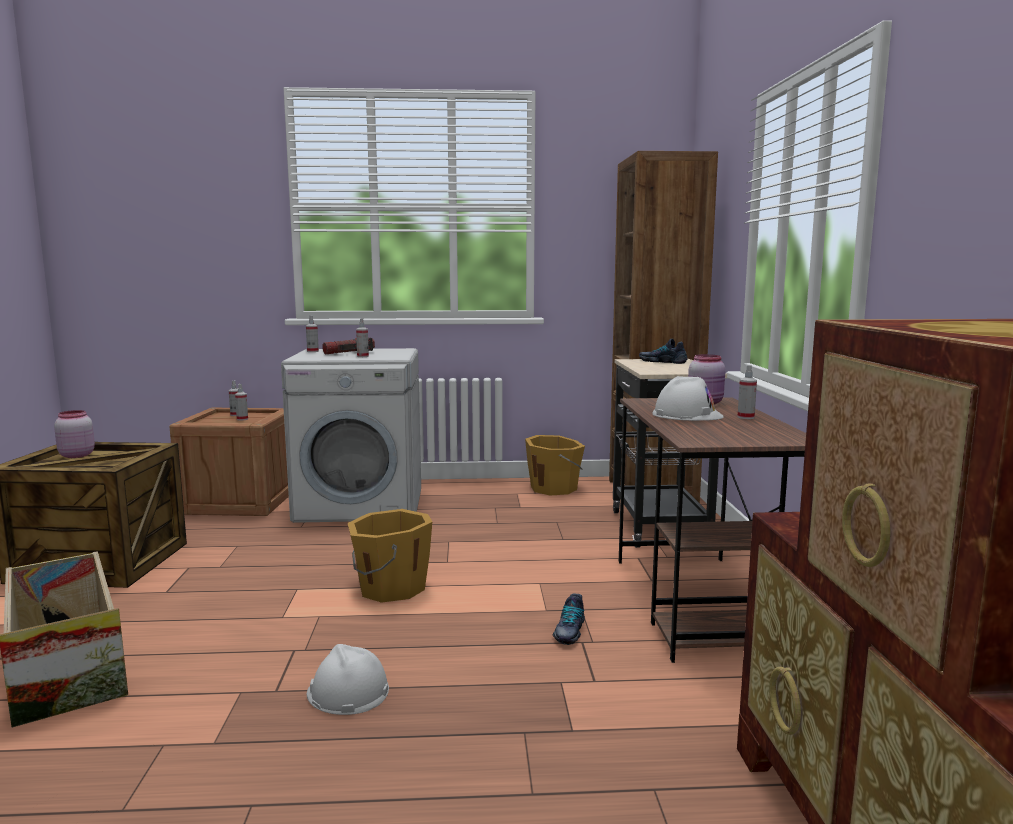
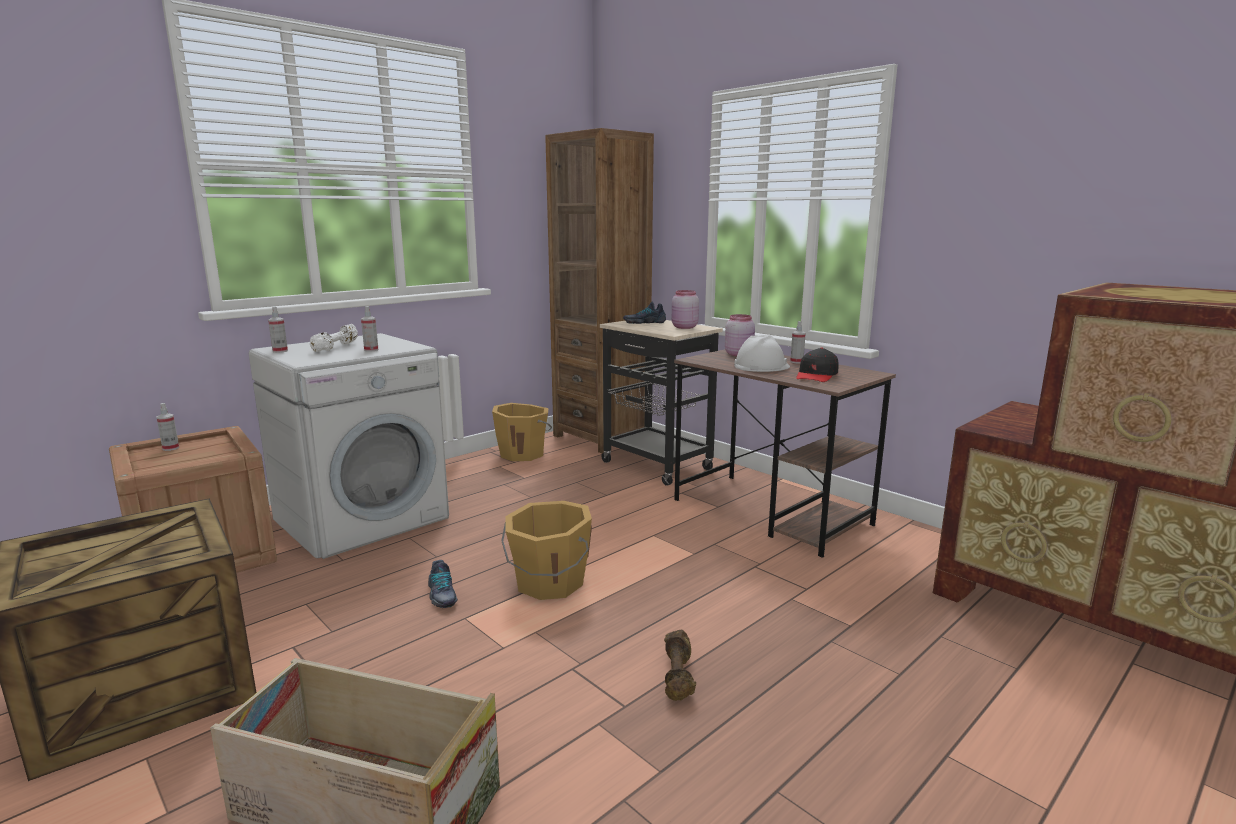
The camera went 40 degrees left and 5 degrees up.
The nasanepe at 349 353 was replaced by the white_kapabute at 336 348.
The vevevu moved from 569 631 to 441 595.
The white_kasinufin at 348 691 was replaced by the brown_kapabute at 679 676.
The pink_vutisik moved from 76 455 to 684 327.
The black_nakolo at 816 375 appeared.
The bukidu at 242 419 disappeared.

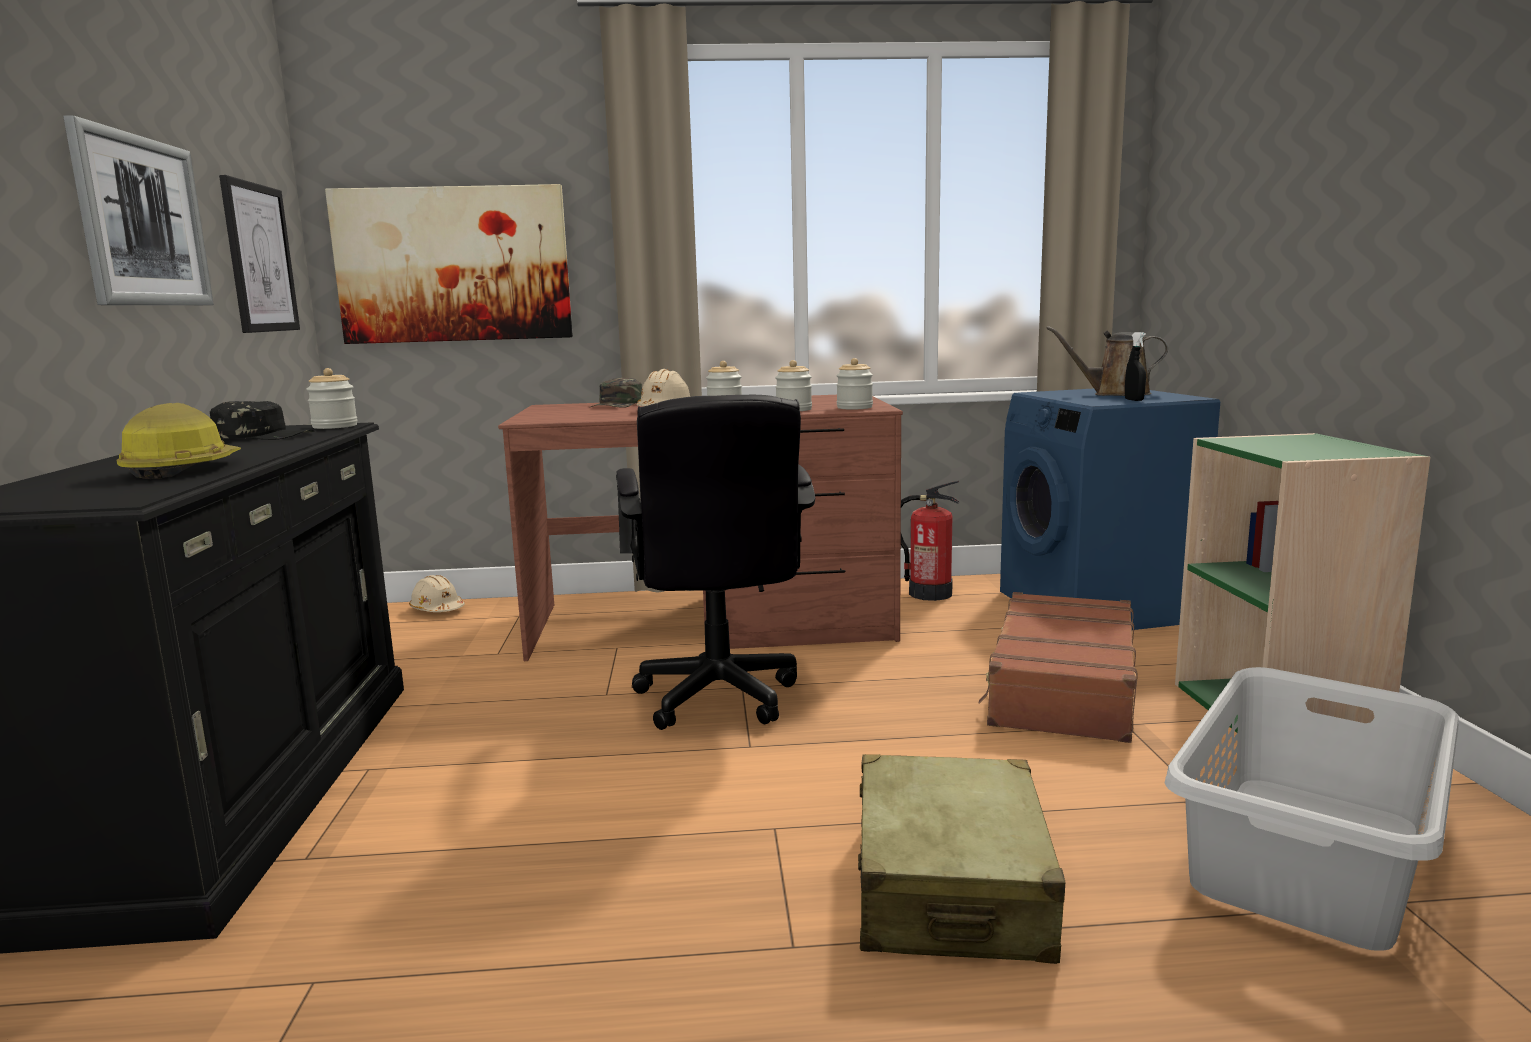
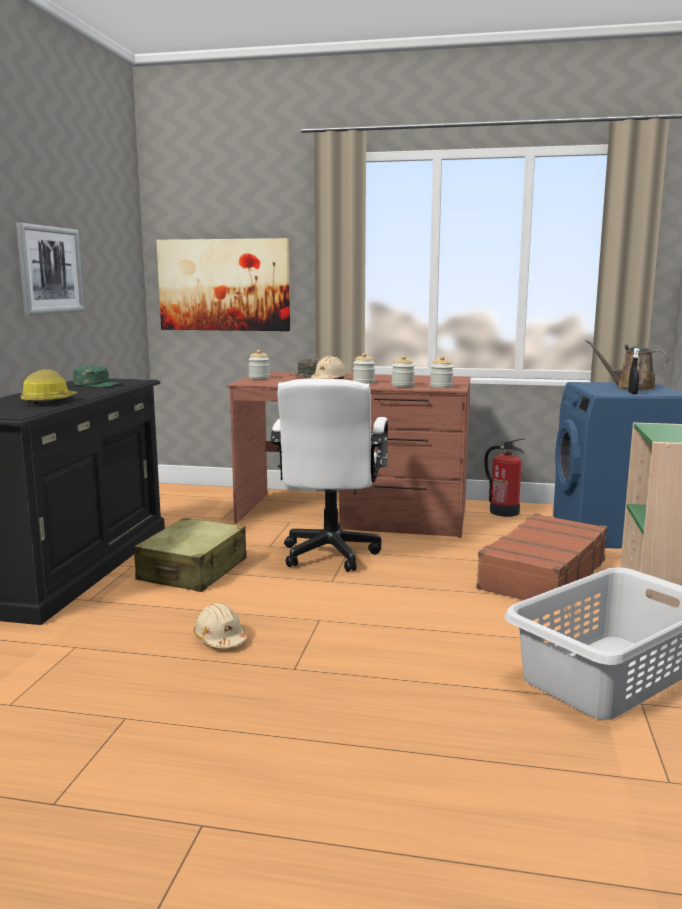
The camera went 15 degrees right and 0 degrees up.
The black_nakolo at 264 436 became the green_nakolo at 98 384.
The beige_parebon moved from 950 888 to 193 570.
The beige_kasinufin moved from 437 609 to 220 639.
The vutisik moved from 335 426 to 259 378.
The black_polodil at 720 702 became the white_polodil at 330 557.
The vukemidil at 259 258 disappeared.

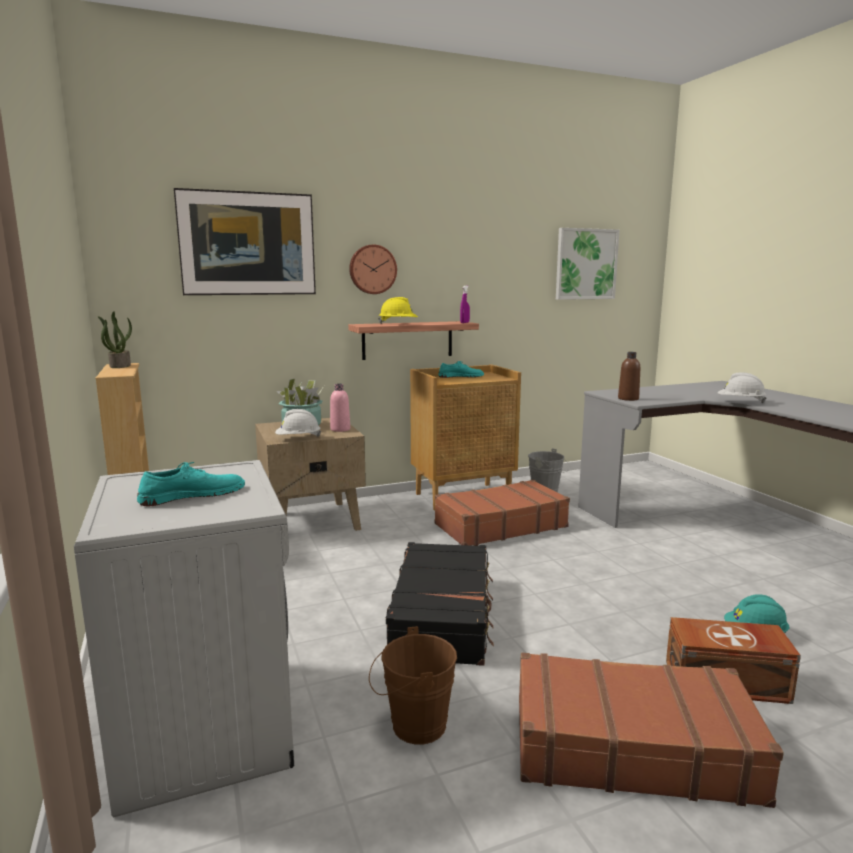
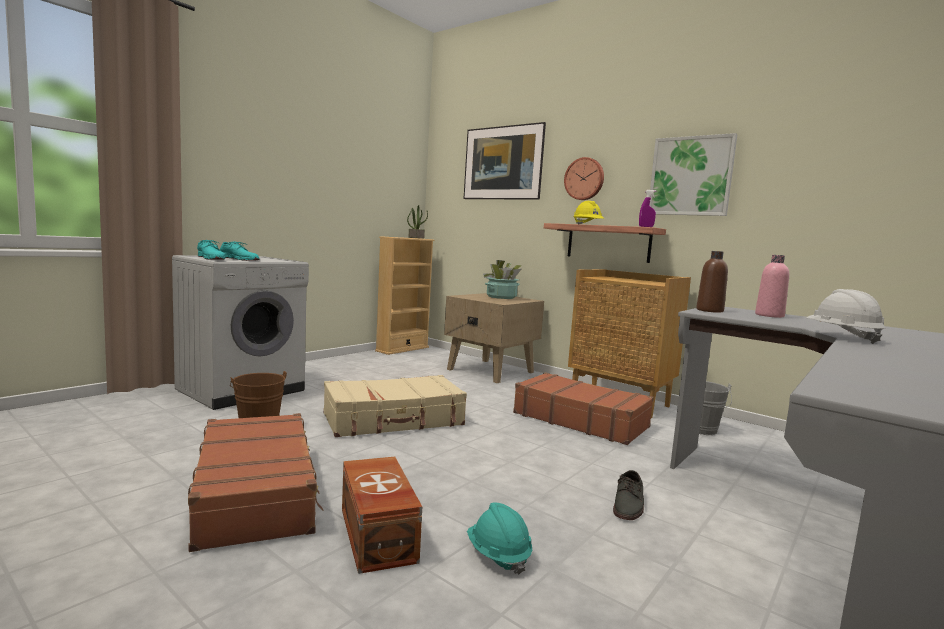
The camera went 60 degrees right and 5 degrees down.
The turquoise_vevevu moved from 461 376 to 211 258.
The black_parebon at 443 616 became the beige_parebon at 394 420.
The grey_vevevu at 629 504 appeared.
The vukemidil moved from 586 264 to 691 176.
The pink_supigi moved from 340 429 to 769 315.
The white_kasinufin at 298 439 disappeared.

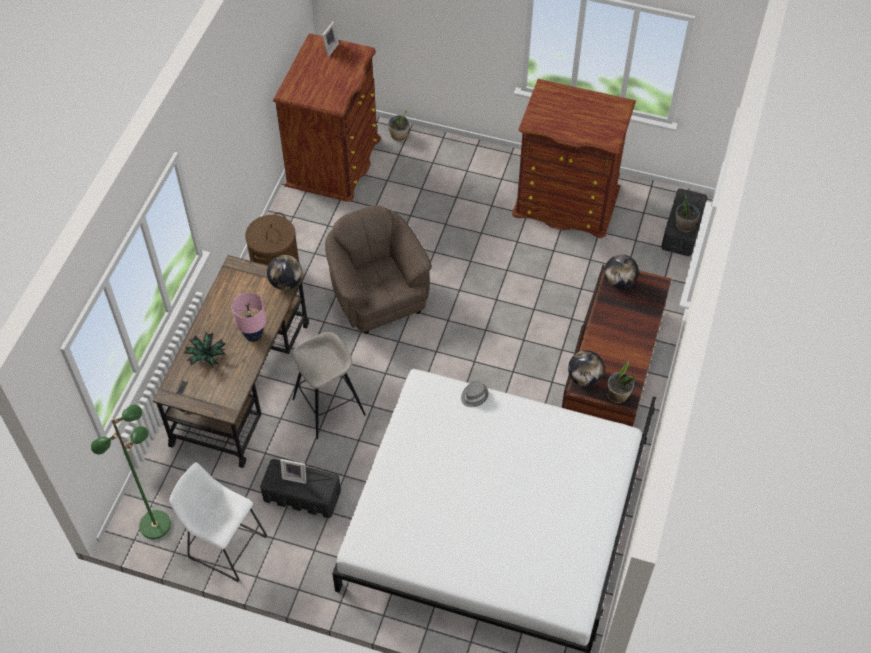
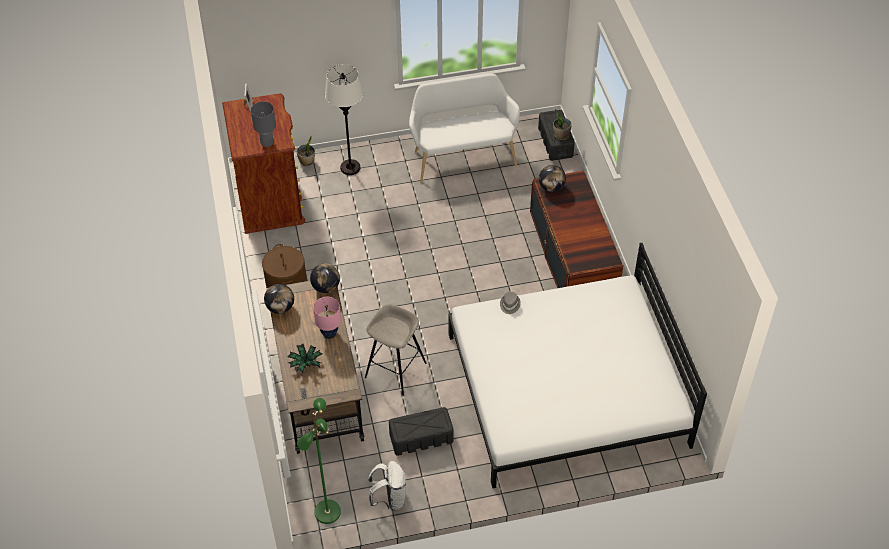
The camera went 30 degrees left and 5 degrees down.
The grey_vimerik at 267 144 appeared.
The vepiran moved from 584 378 to 280 308.
The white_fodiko at 350 167 appeared.
The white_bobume at 224 544 was replaced by the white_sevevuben at 389 499.
The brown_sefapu at 567 201 was replaced by the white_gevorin at 462 156.
The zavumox at 295 476 disappeared.
The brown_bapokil at 378 296 disappeared.
The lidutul at 617 395 disappeared.

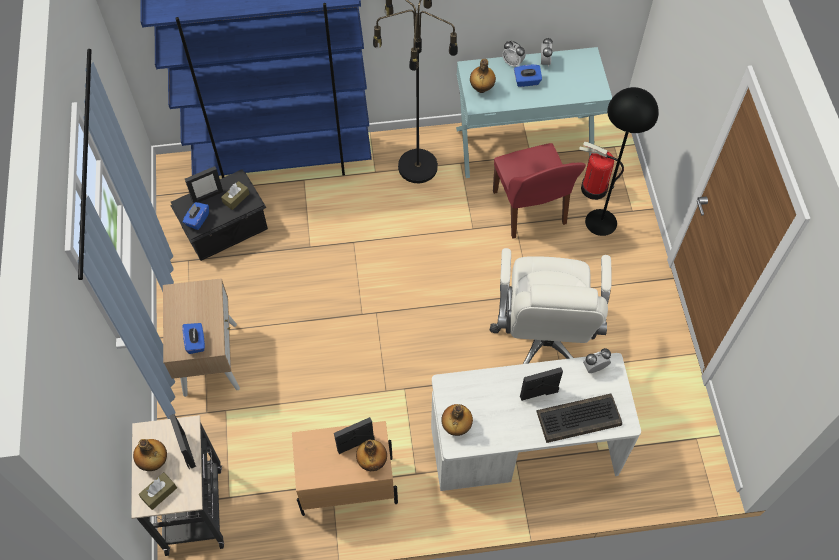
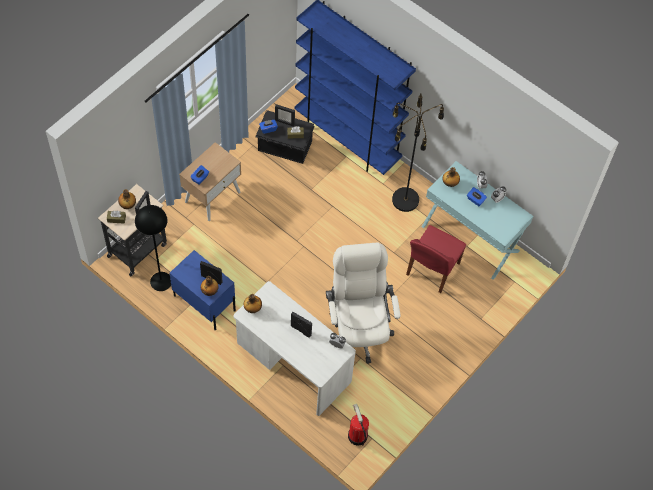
The camera went 45 degrees right and 0 degrees up.
The black_fodiko moved from 601 222 to 161 281.
The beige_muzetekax at 347 486 became the blue_muzetekax at 204 302.
The white_polodil at 542 342 turned 120 degrees clockwise.
The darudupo moved from 593 189 to 357 436.
The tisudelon at 578 419 disappeared.

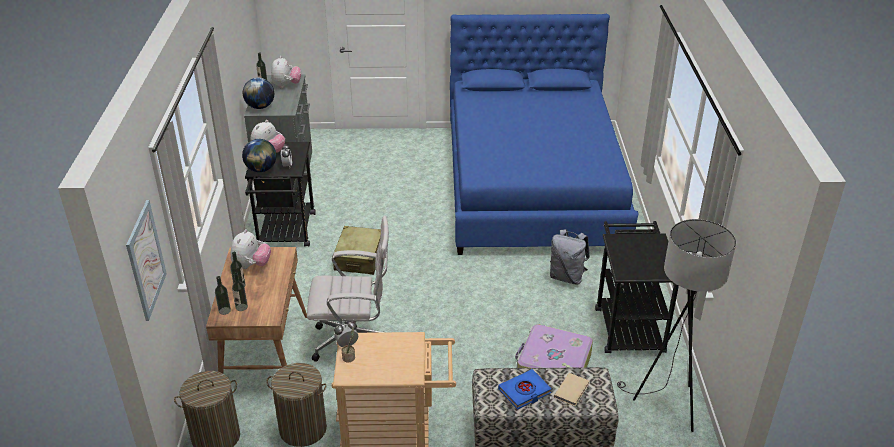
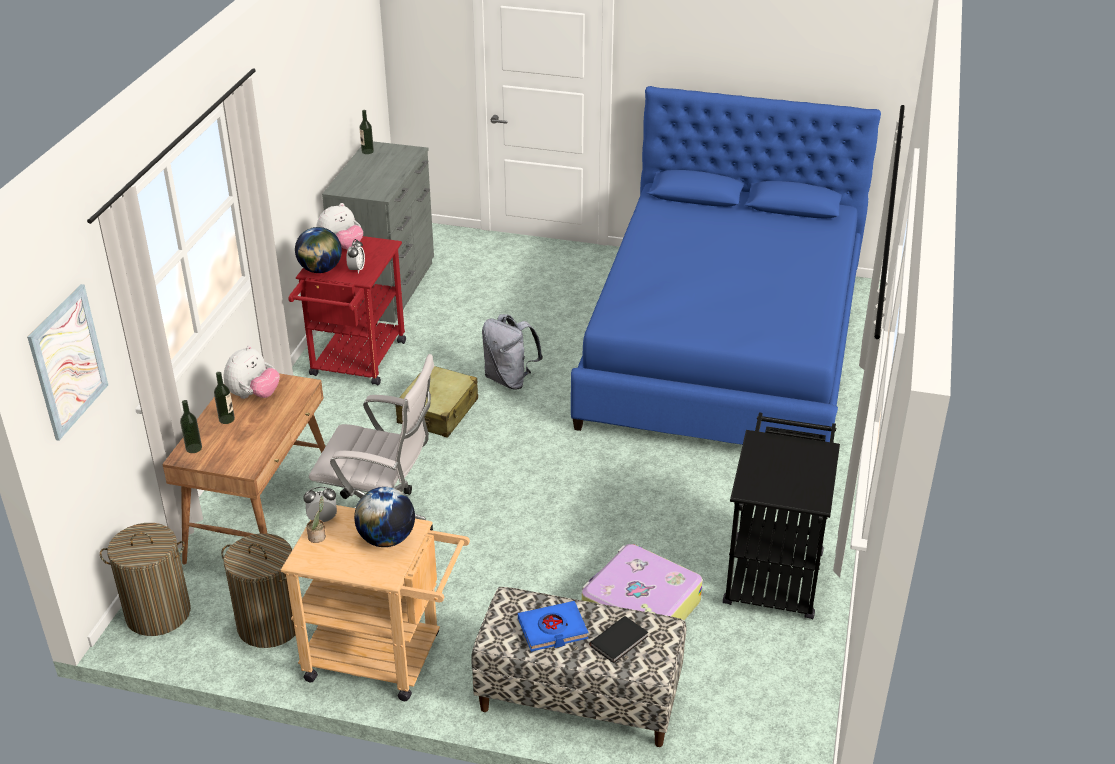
The camera went 15 degrees right and 0 degrees up.
The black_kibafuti at 286 234 became the red_kibafuti at 355 363.
The vepiran moved from 260 107 to 387 539.
The grey_sevevuben moved from 567 277 to 510 379.
The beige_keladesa at 572 390 became the black_keladesa at 620 641.
The supigi at 241 307 disappeared.
The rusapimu at 286 85 disappeared.
The grey_fodiko at 665 405 disappeared.

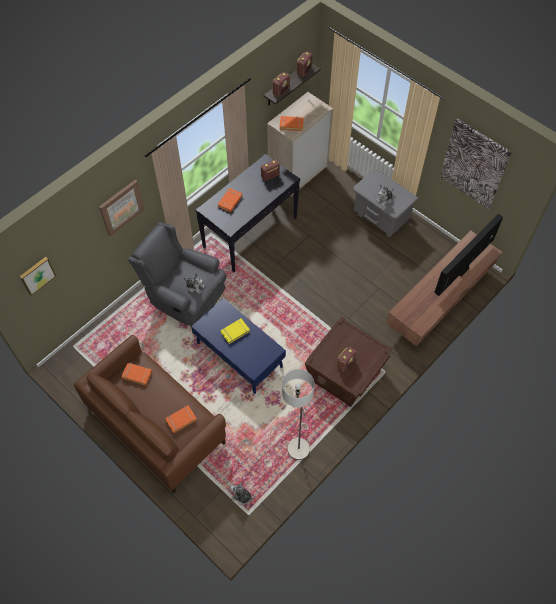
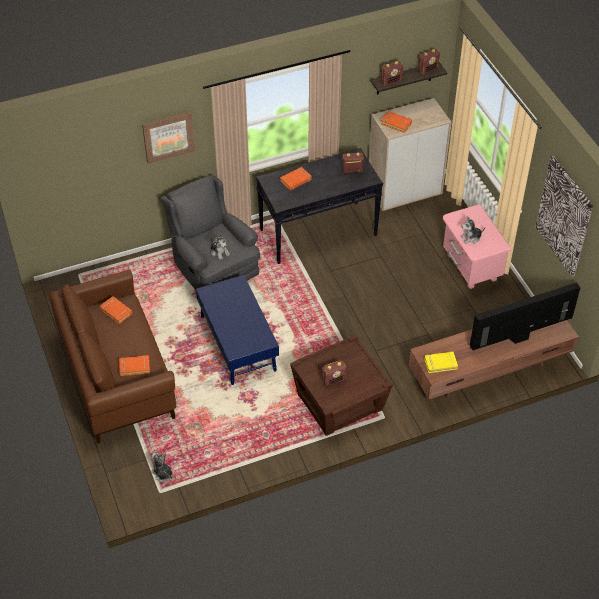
The camera went 25 degrees right and 10 degrees down.
The yellow_keladesa moved from 235 332 to 440 363.
The grey_muzetekax at 379 220 became the pink_muzetekax at 469 268.
The vukemidil at 37 275 disappeared.
The grey_fodiko at 296 443 disappeared.

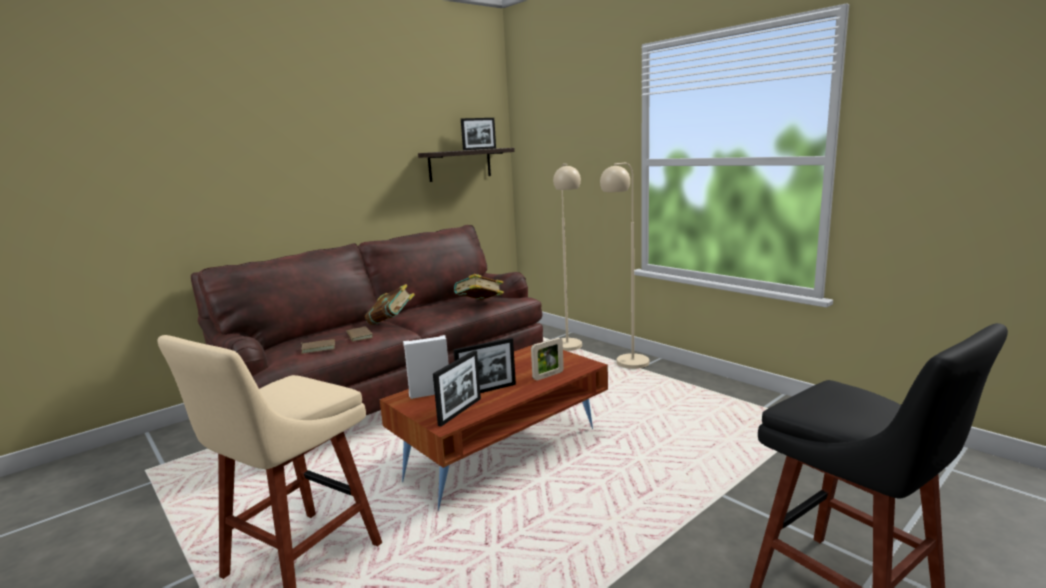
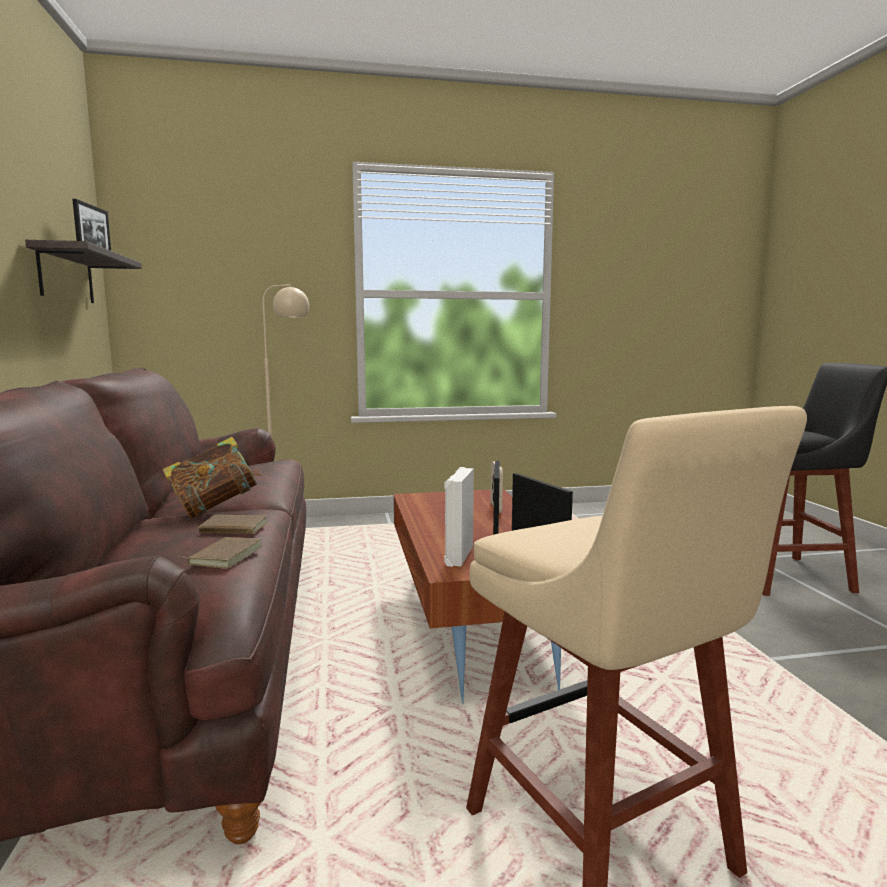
The camera went 60 degrees left and 5 degrees down.
The keladesa at 479 304 disappeared.
The beige_fodiko at 627 366 disappeared.

